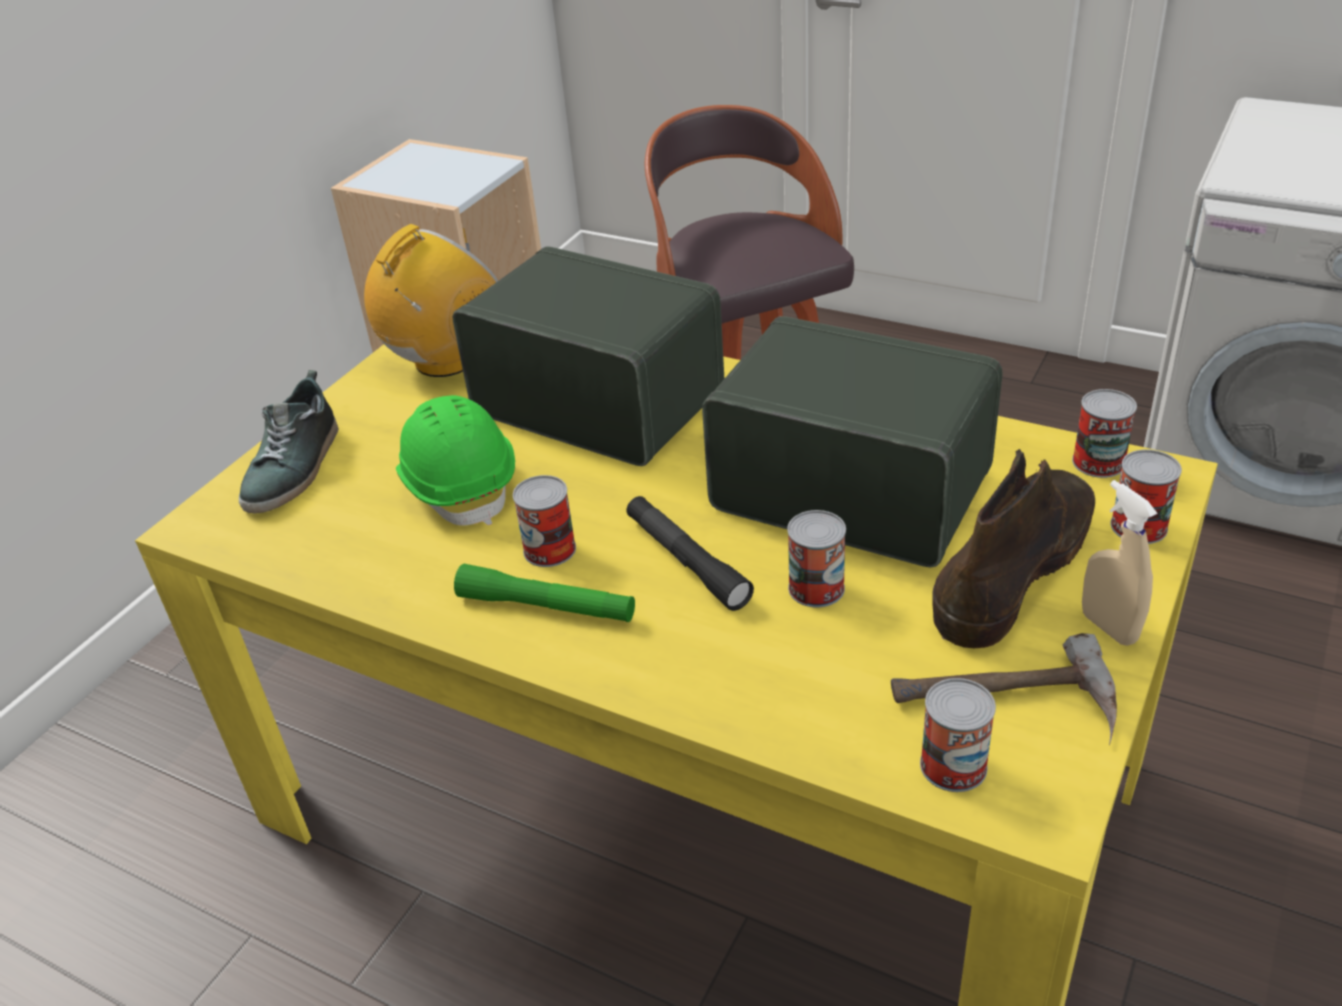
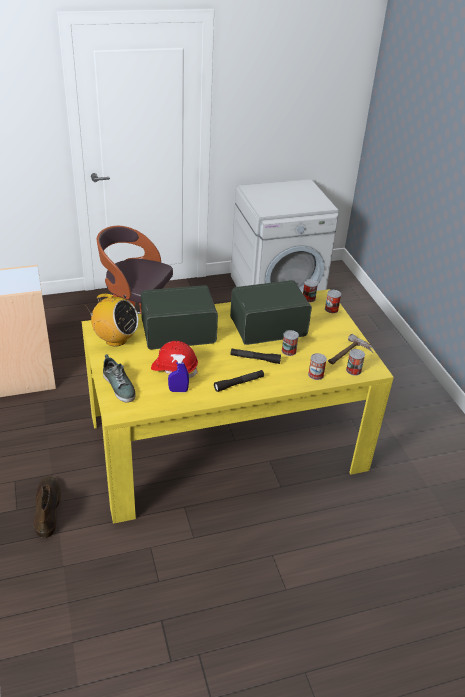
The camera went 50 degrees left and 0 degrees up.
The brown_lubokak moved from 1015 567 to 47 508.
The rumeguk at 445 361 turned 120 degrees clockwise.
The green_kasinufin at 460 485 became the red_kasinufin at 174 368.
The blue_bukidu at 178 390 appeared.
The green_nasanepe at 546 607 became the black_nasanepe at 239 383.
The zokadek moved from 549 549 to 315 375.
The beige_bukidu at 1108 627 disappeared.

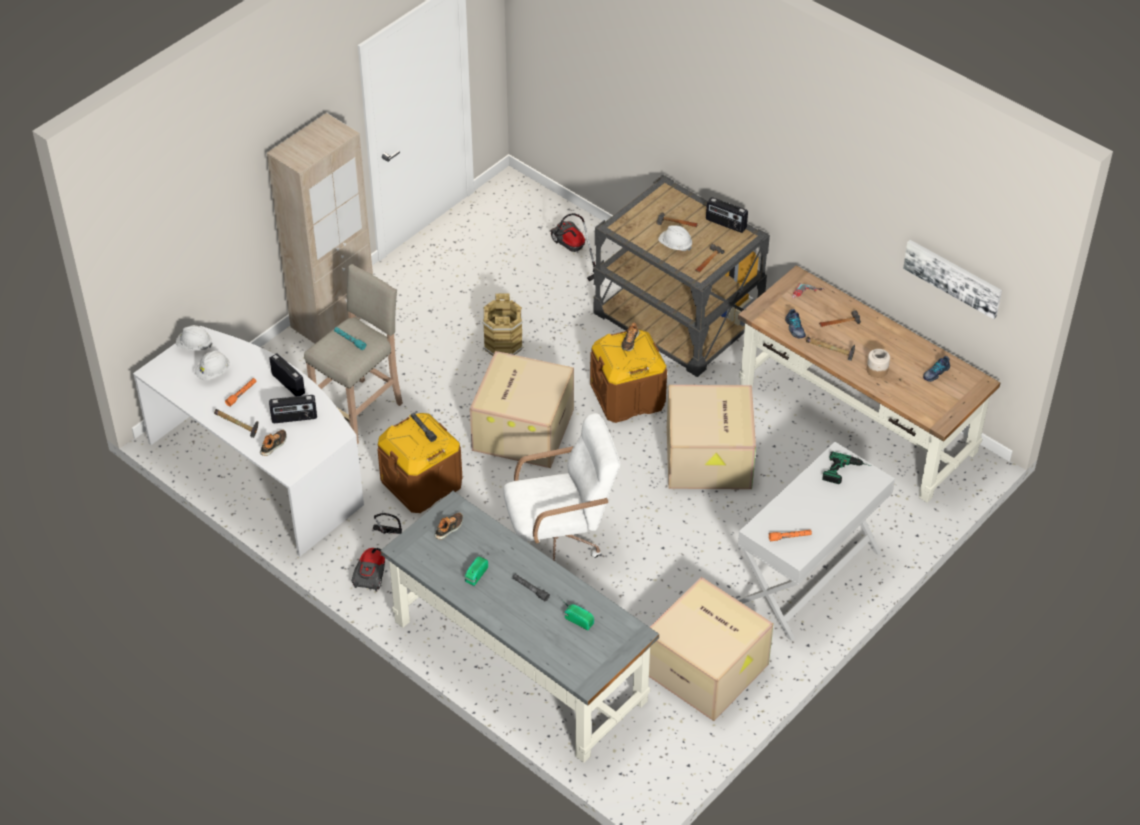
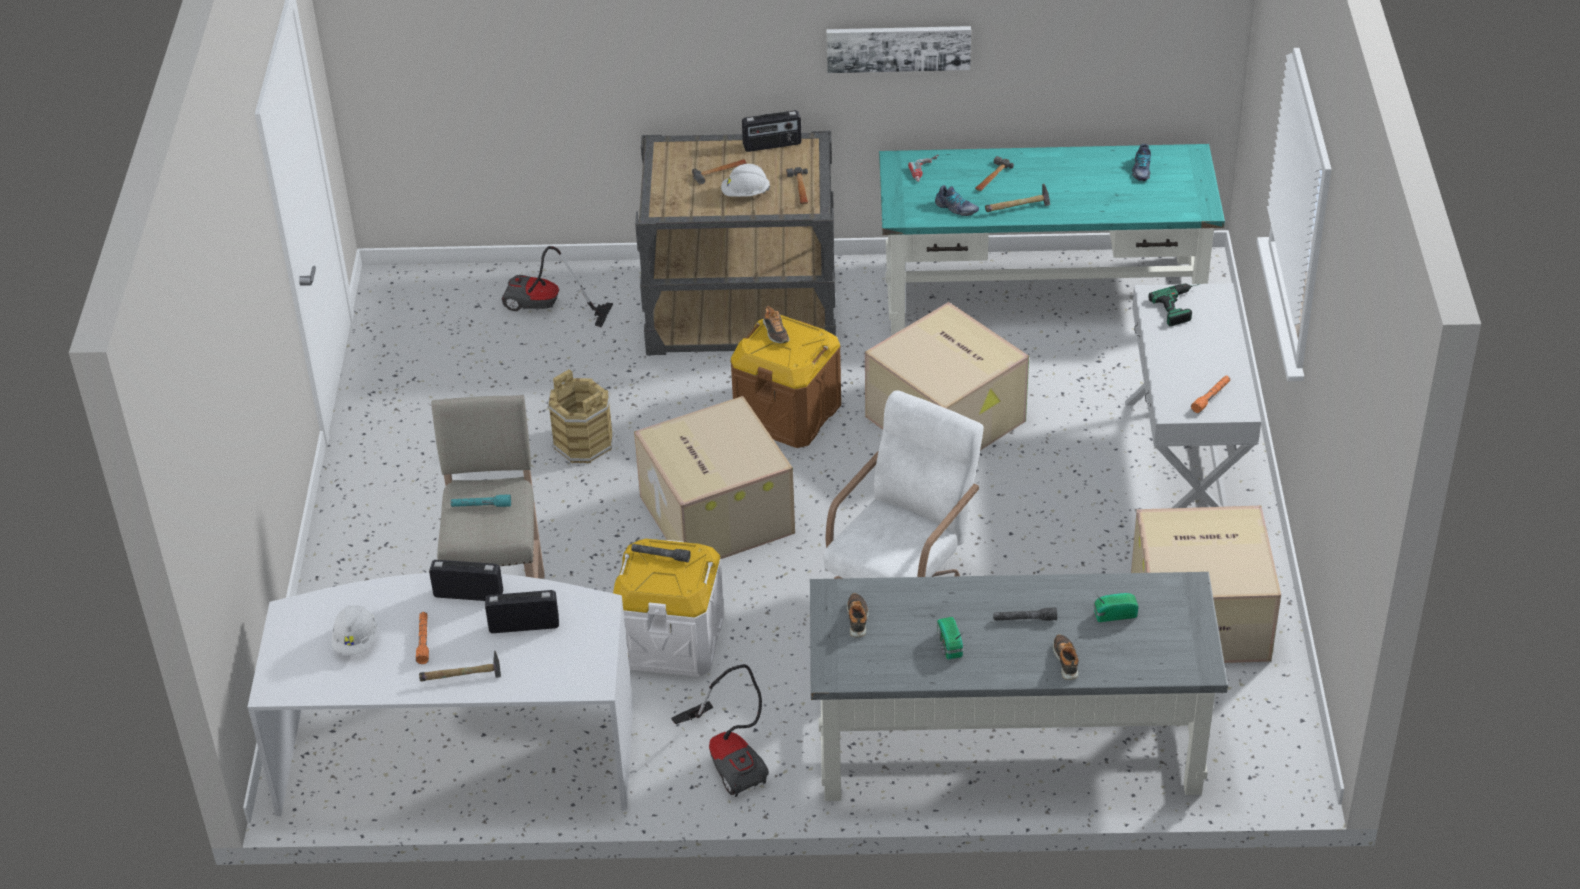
The camera went 40 degrees left and 5 degrees down.
The rumeguk at 294 418 turned 135 degrees counterclockwise.
The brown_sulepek at 422 483 became the white_sulepek at 671 640.
The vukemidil moved from 953 277 to 898 47.
The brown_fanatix at 858 419 became the turquoise_fanatix at 1044 294.
The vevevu moved from 274 445 to 1066 660.
The white_kasinufin at 194 345 disappeared.
The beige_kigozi at 334 321 disappeared.
The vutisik at 876 370 disappeared.

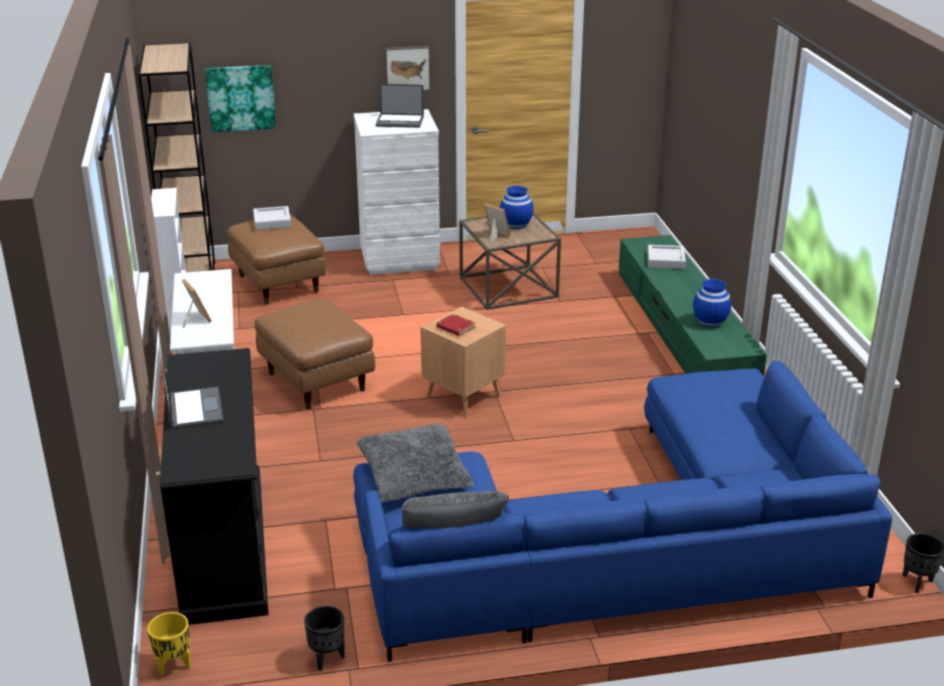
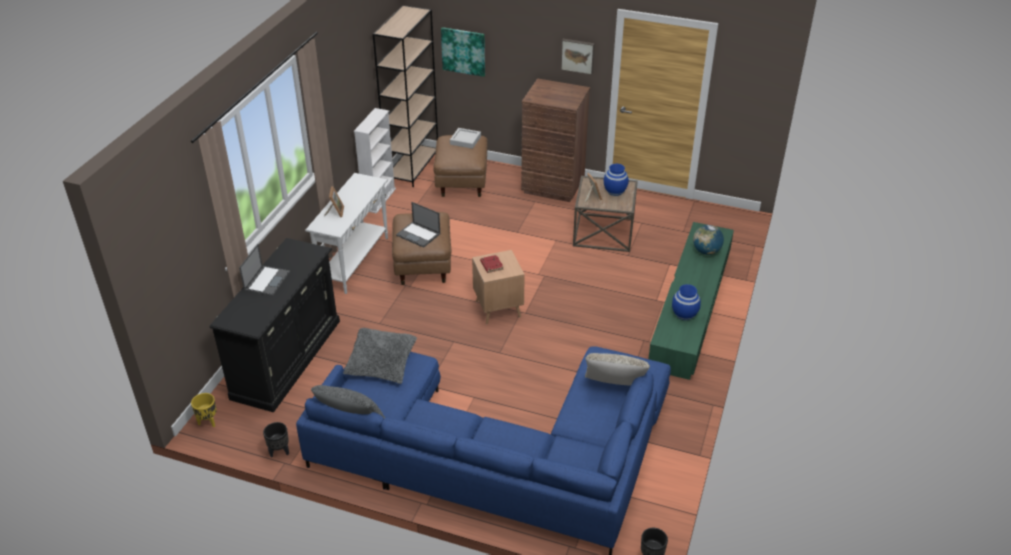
The camera went 30 degrees right and 10 degrees up.
The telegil moved from 400 121 to 419 235.
The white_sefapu at 400 259 became the brown_sefapu at 553 186.
The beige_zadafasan at 614 389 appeared.
The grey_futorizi at 665 260 was replaced by the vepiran at 706 251.

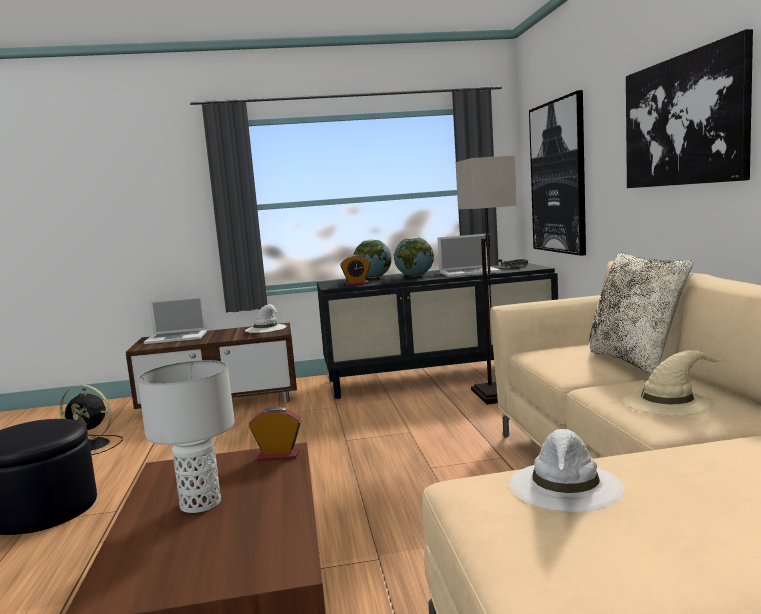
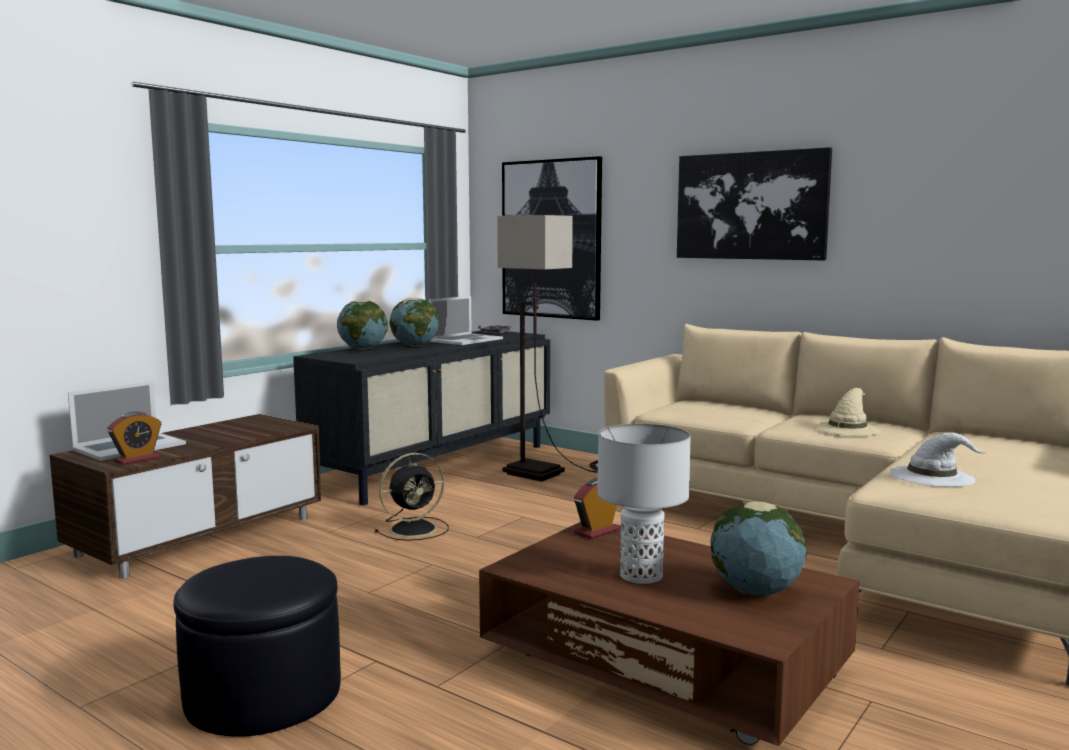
The camera went 45 degrees left and 0 degrees up.
The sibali moved from 357 284 to 137 459.
The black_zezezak moved from 92 446 to 415 529.
The vepiran at 755 591 appeared.
The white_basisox at 266 328 disappeared.
The beige_zadafasan at 634 362 disappeared.

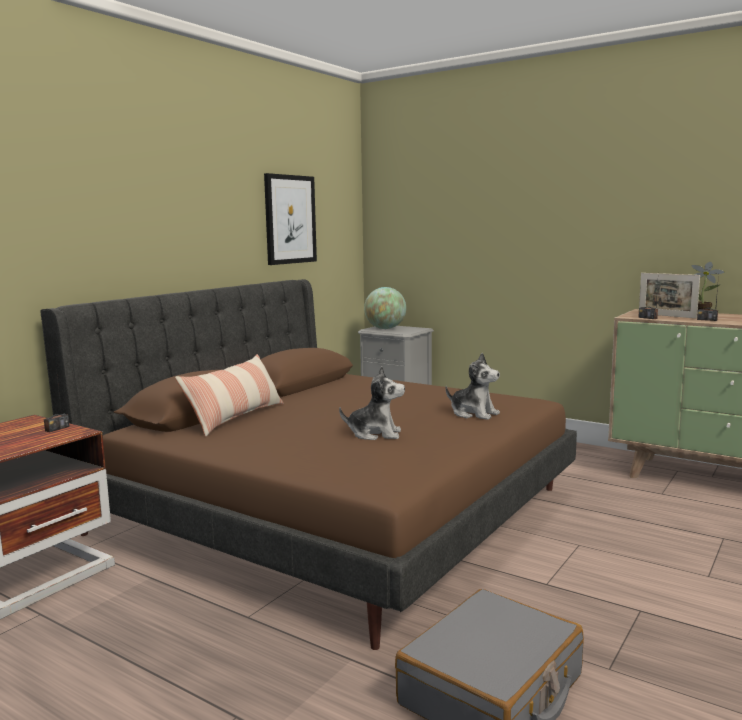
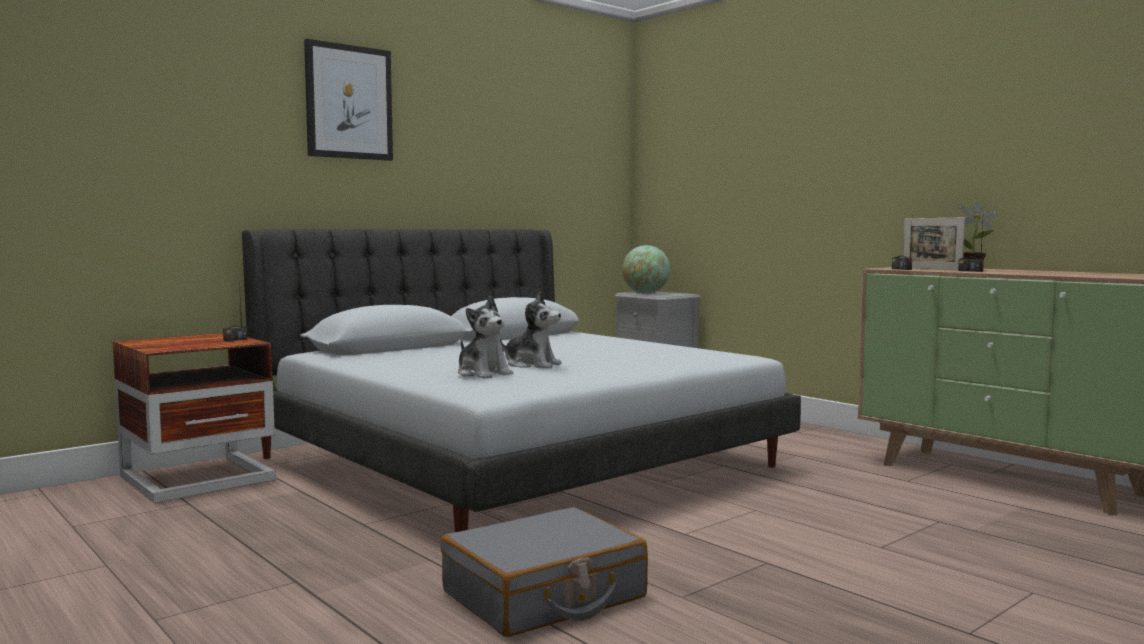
The camera went 15 degrees right and 5 degrees down.
The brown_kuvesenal at 333 511 became the grey_kuvesenal at 516 462.
The vukemidil moved from 290 219 to 348 102.
The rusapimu moved from 474 414 to 483 374.
The zadafasan at 236 417 disappeared.

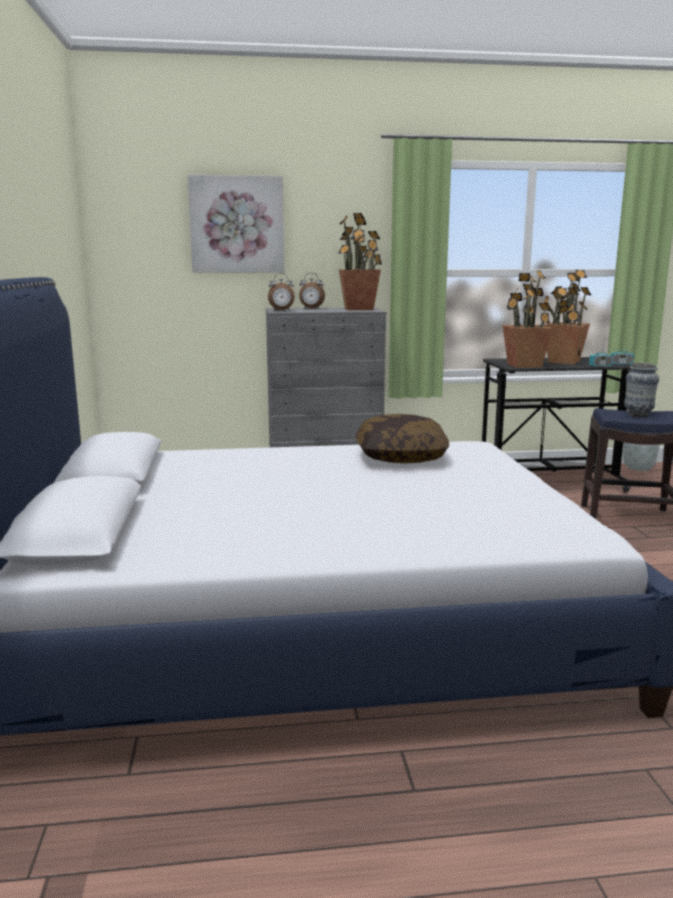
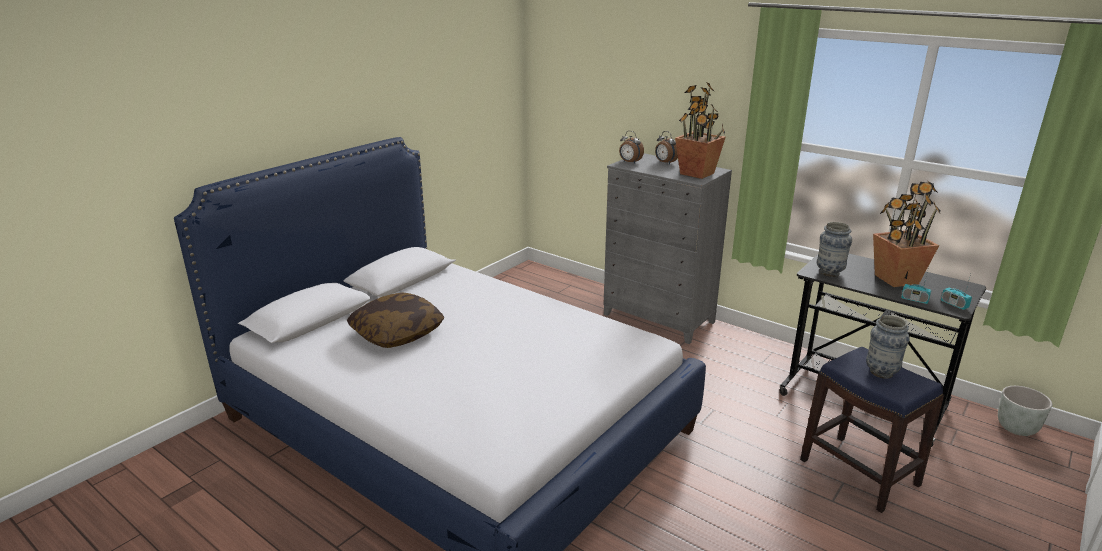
The camera went 45 degrees right and 10 degrees up.
The zadafasan moved from 400 456 to 397 333.
The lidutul at 524 365 was replaced by the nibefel at 829 273.
The vukemidil at 237 225 disappeared.

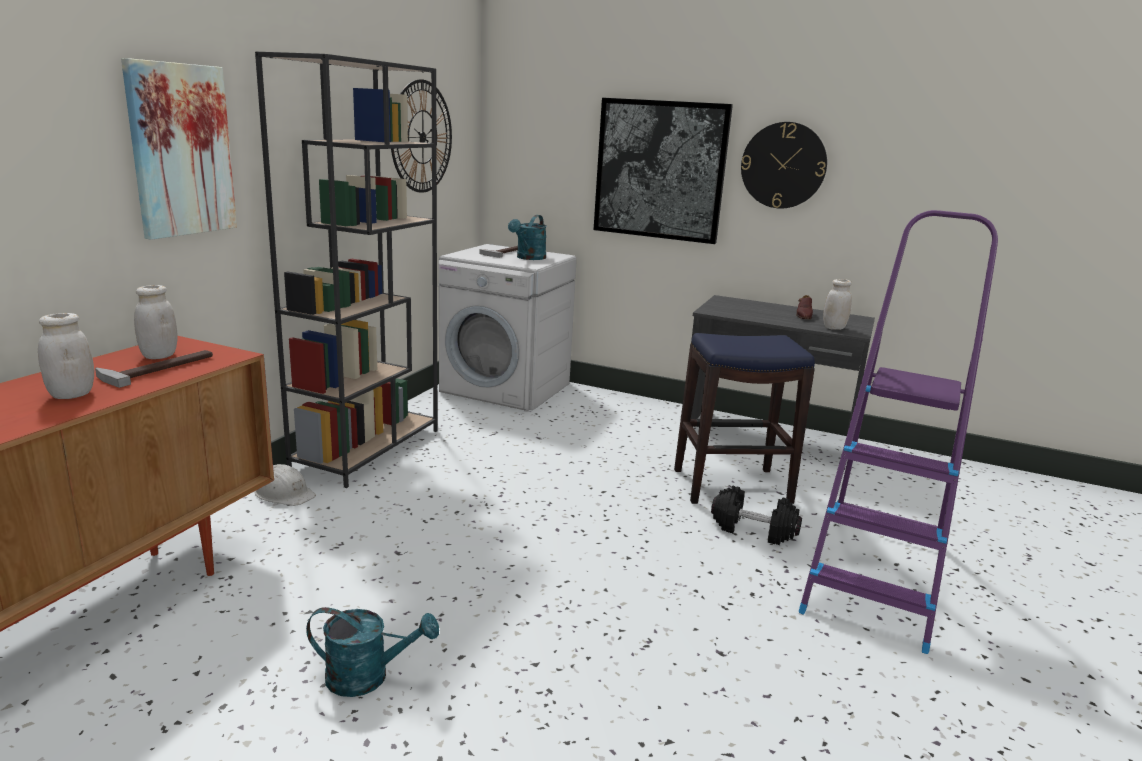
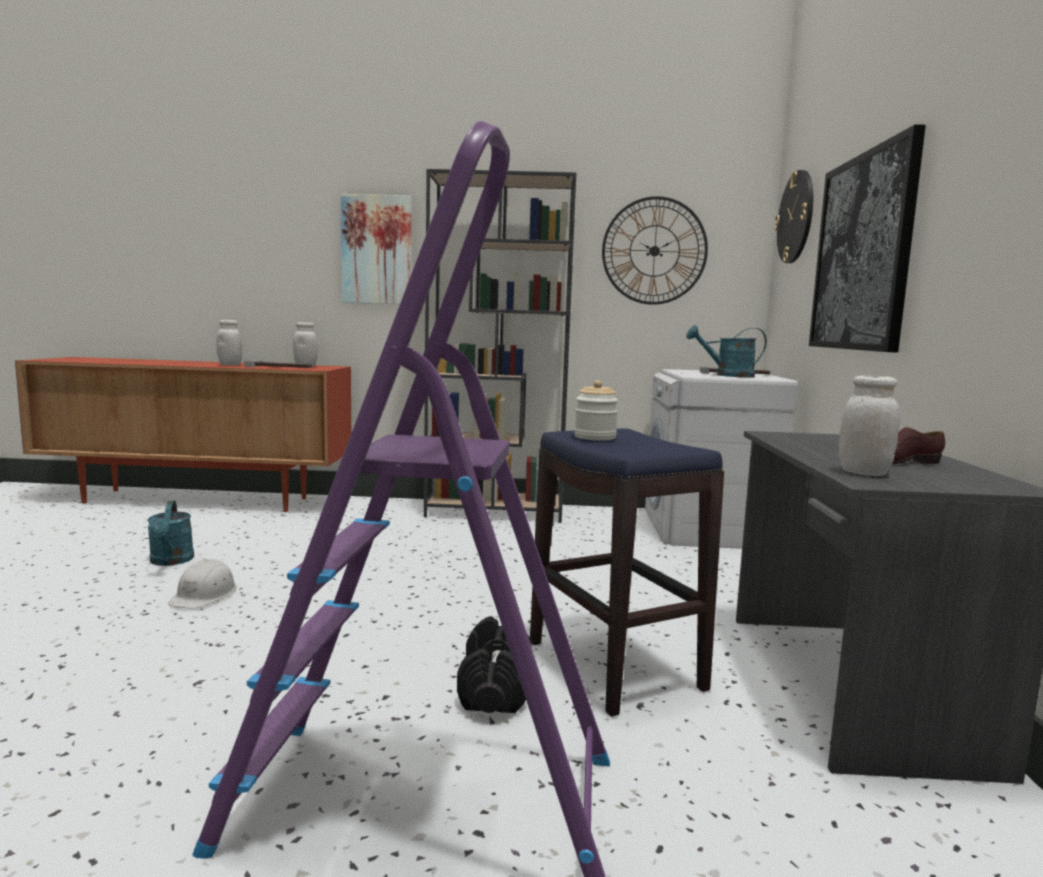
The camera went 70 degrees right and 10 degrees down.
The white_kasinufin moved from 284 493 to 205 594.
The vutisik at 595 437 appeared.
The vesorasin moved from 783 165 to 796 217.

